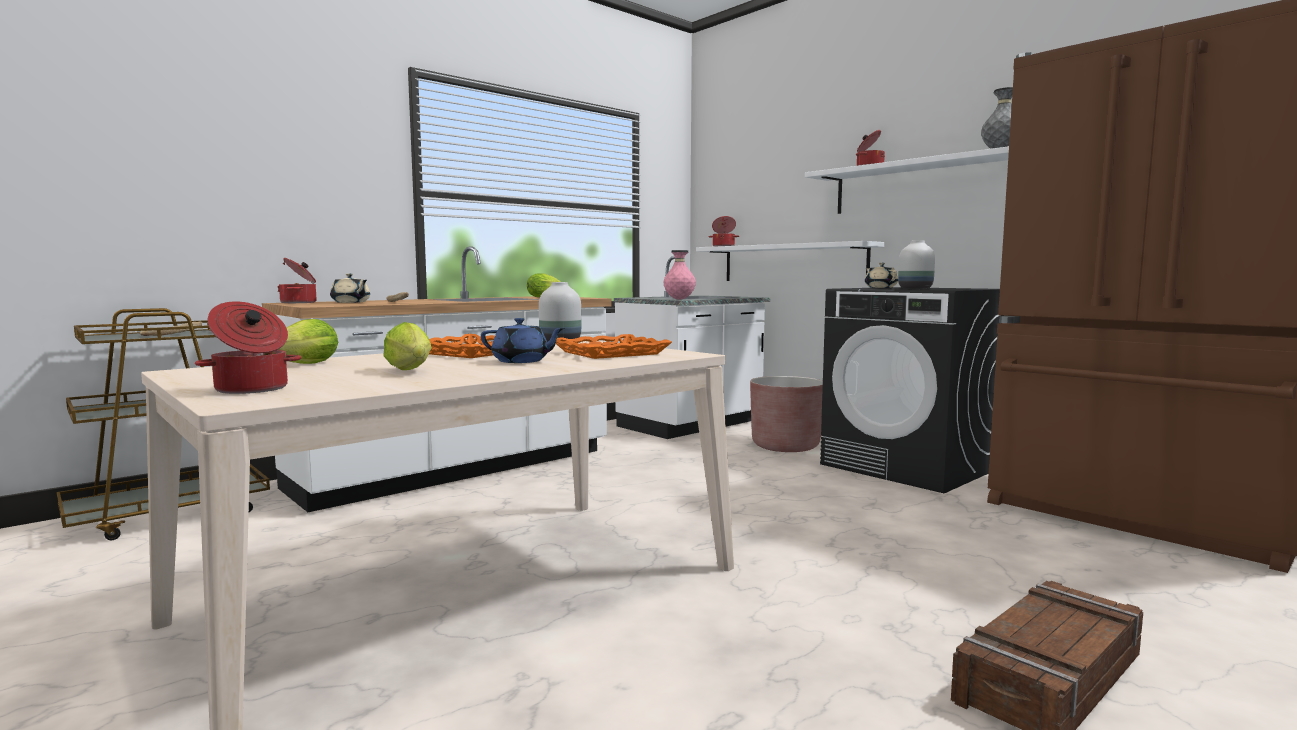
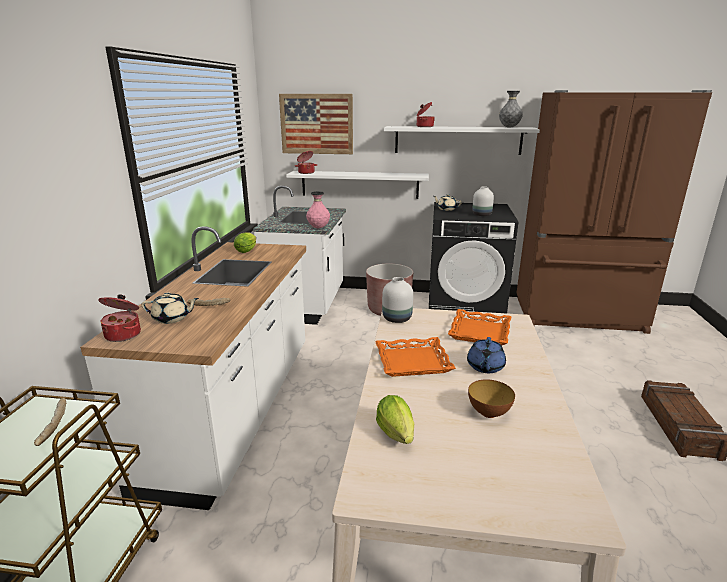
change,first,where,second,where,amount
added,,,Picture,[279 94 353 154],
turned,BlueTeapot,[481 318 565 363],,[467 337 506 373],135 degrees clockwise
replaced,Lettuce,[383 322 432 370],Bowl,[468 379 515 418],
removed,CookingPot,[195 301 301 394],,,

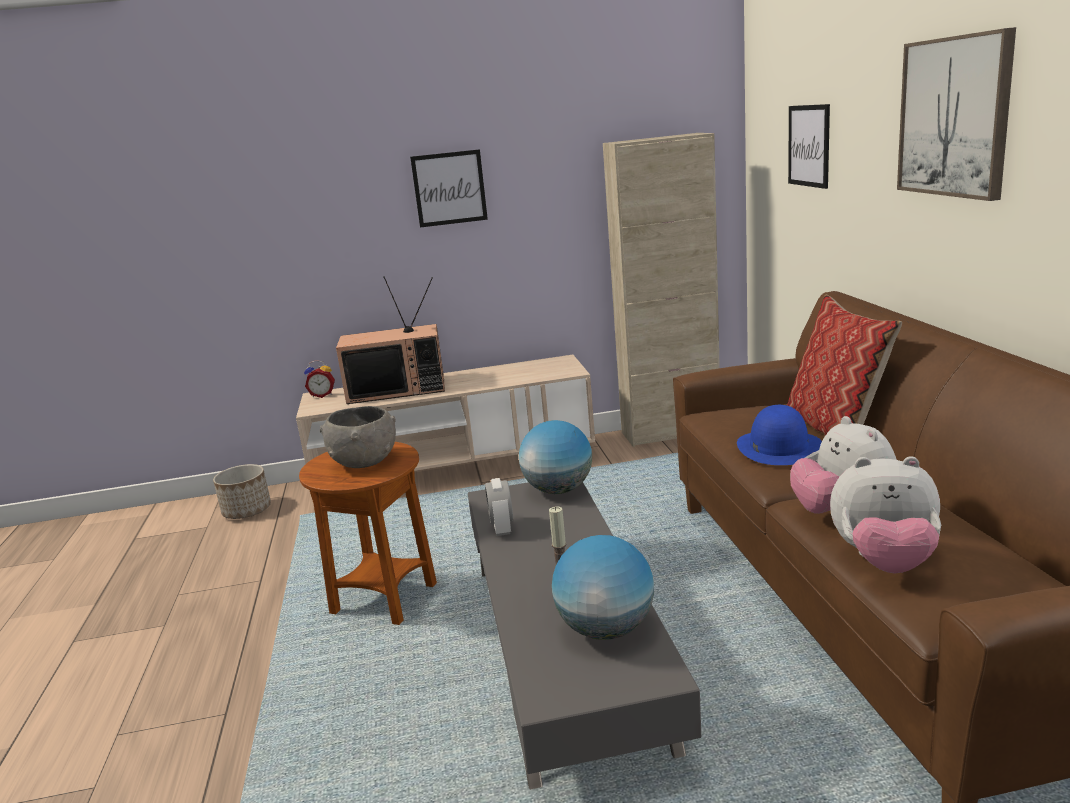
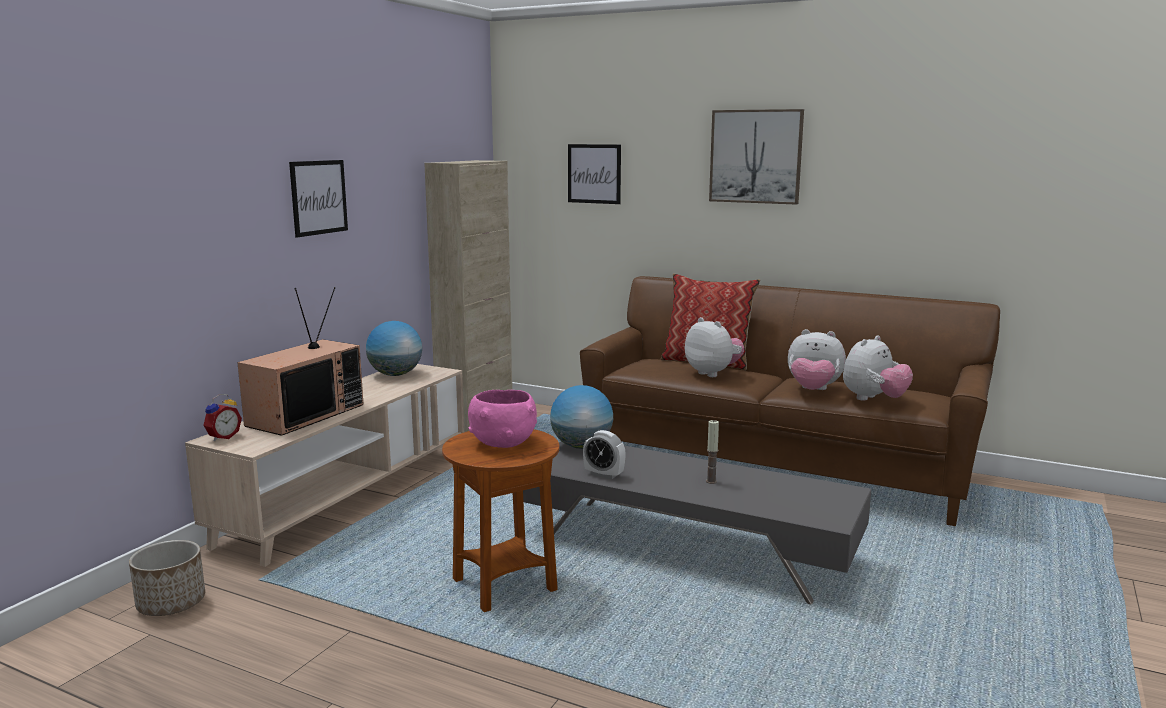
change,first,where,second,where,amount
moved,Globe,[552 535 654 640],,[366 321 422 376],
recoloured,GreyBowl,[320 406 396 468],PinkBowl,[468 390 537 448],
replaced,BlueHat,[737 405 822 465],PlushToy,[685 317 744 377],

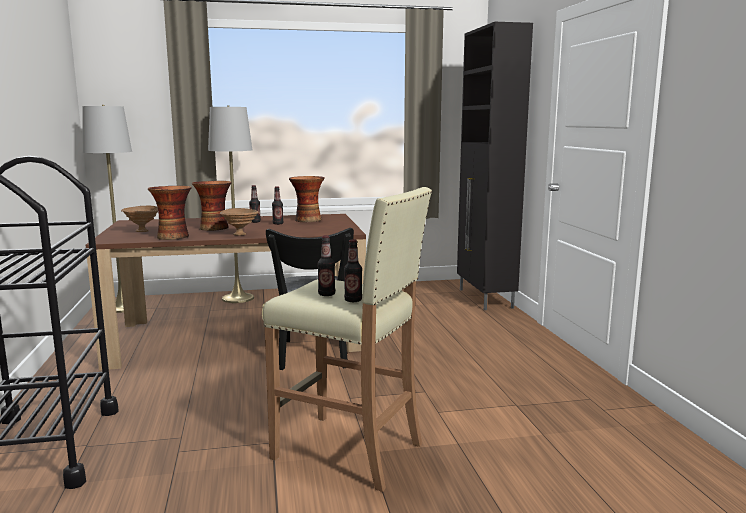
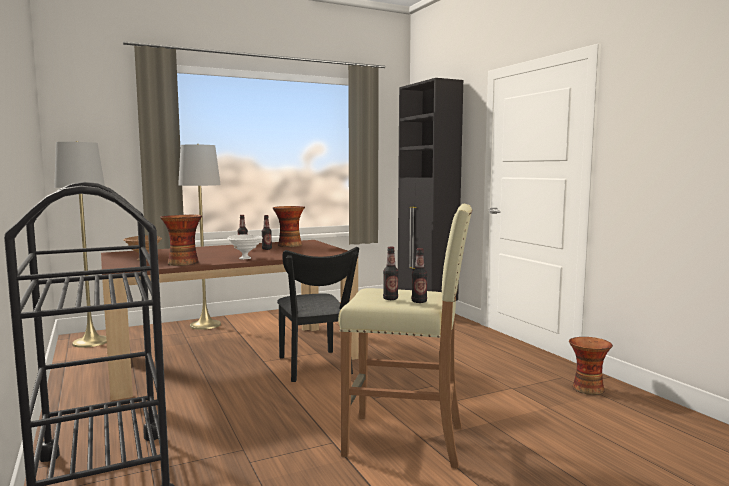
change,first,where,second,where,amount
recoloured,BrownBowl,[220 208 259 235],WhiteBowl,[227 235 263 259],
moved,Vase,[192 181 232 231],,[569 337 613 395],

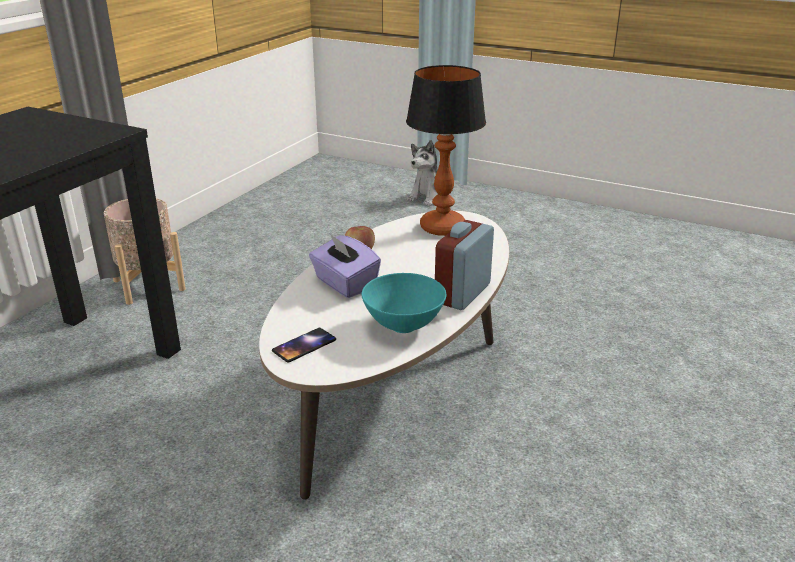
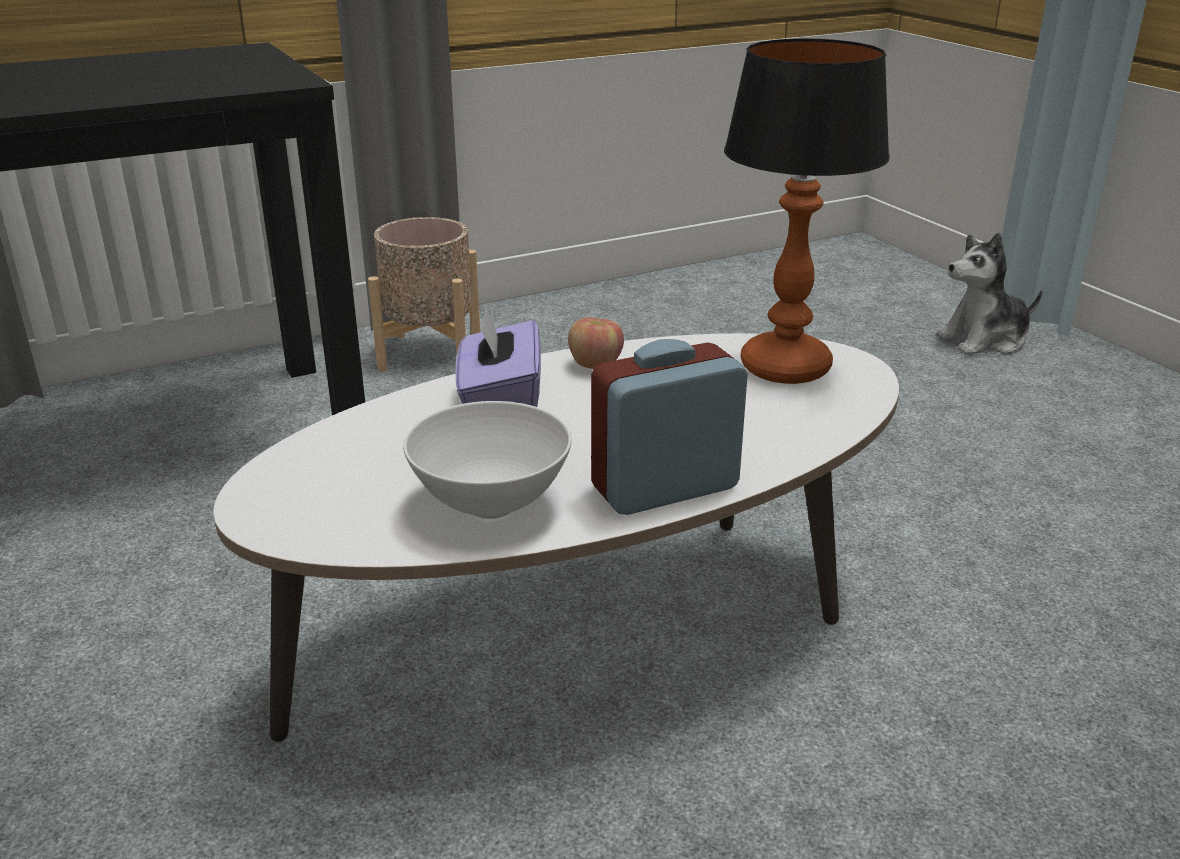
change,first,where,second,where,amount
recoloured,TurquoiseBowl,[362 273 446 333],WhiteBowl,[403 401 572 519],
removed,Phone,[272 328 336 363],,,

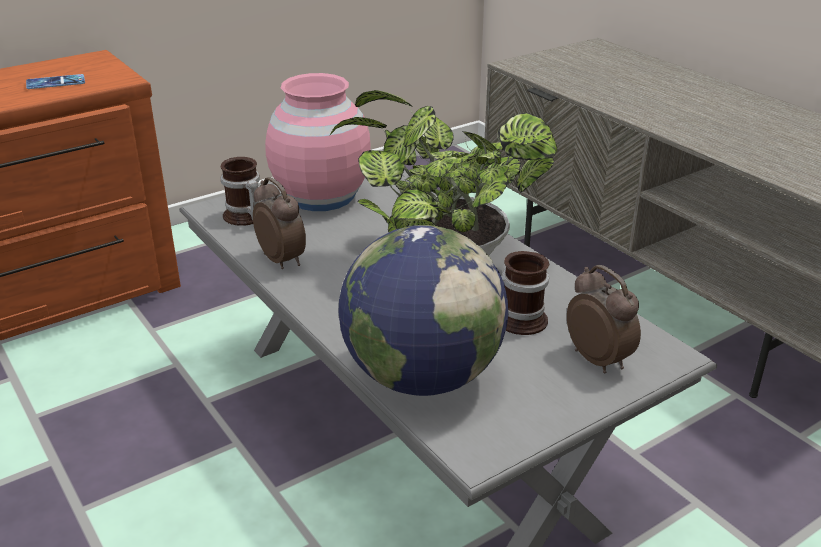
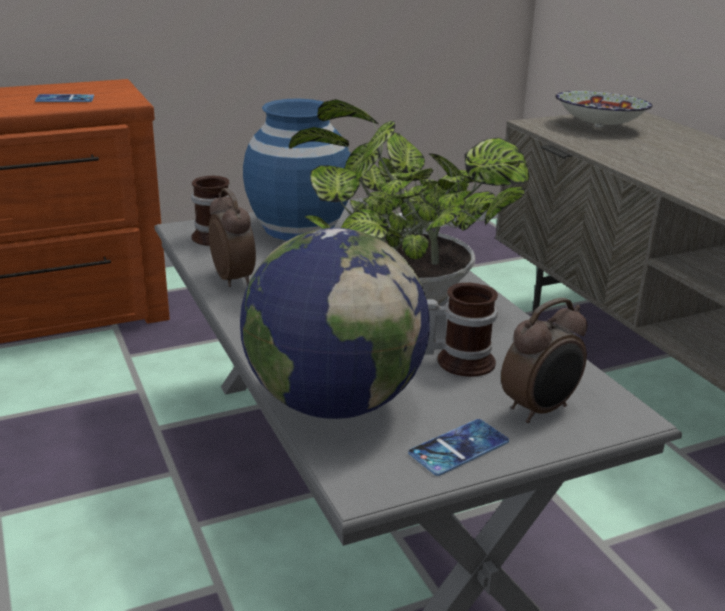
change,first,where,second,where,amount
recoloured,PinkVase,[265 73 371 211],BlueVase,[243 98 350 241],
added,,,Phone,[408 419 509 476],
turned,AlarmClock,[567 265 641 373],,[501 298 587 423],75 degrees clockwise
added,,,Bowl,[556 91 652 128],

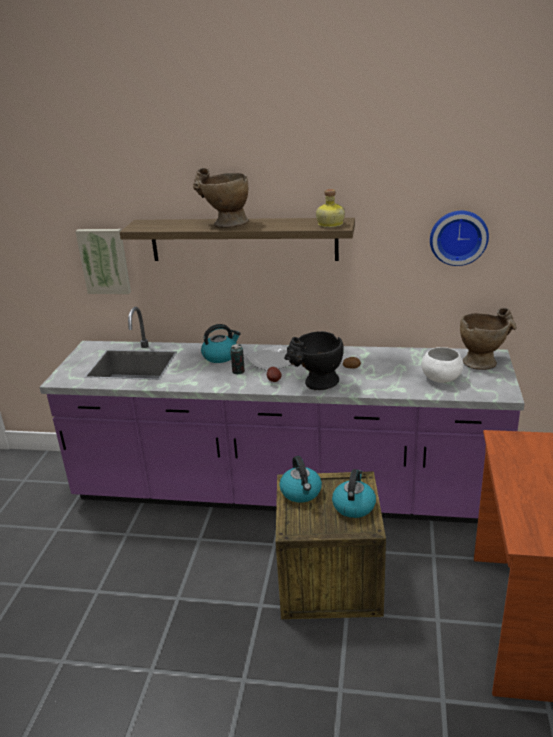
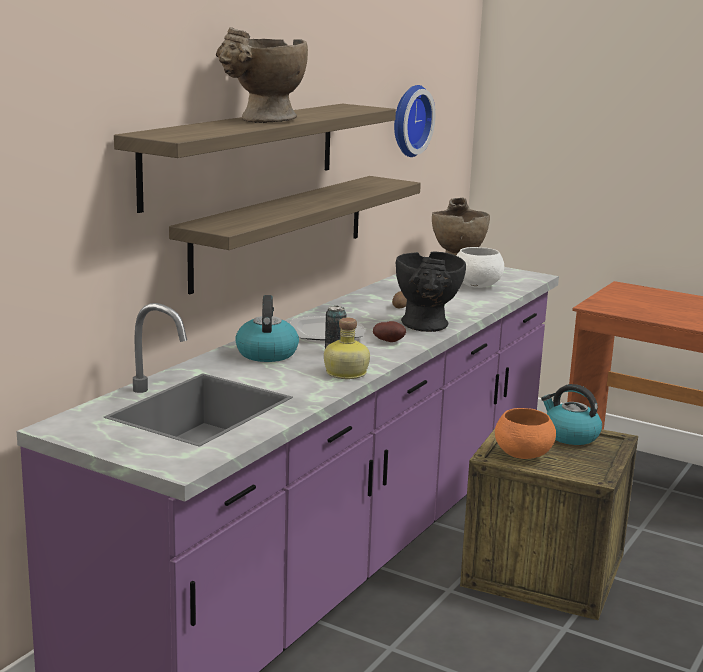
change,first,where,second,where,amount
added,,,Shelf,[169 176 421 294],
moved,Bottle,[316 189 345 228],,[324 318 370 379],
replaced,Kettle,[279 456 322 503],OrangeBowl,[495 408 556 459],
removed,Picture,[75 229 131 294],,,

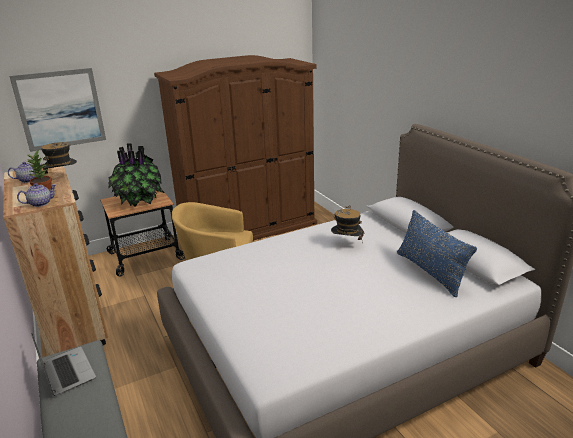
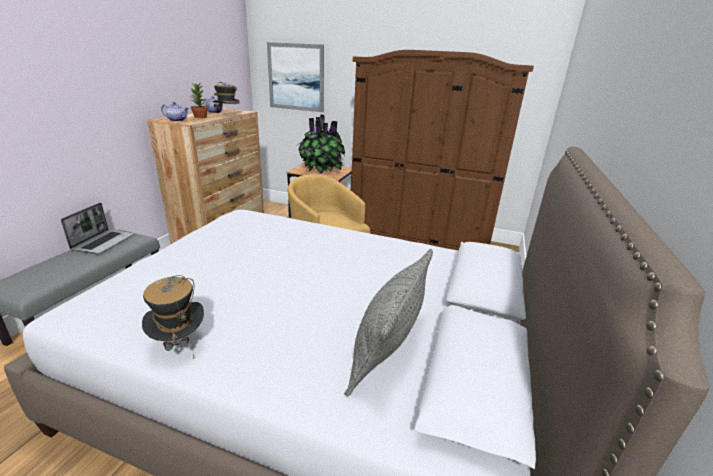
change,first,where,second,where,amount
moved,Hat,[331 206 364 244],,[142 275 204 359],
recoloured,BluePillow,[397 210 477 297],GreyPillow,[344 249 433 397],

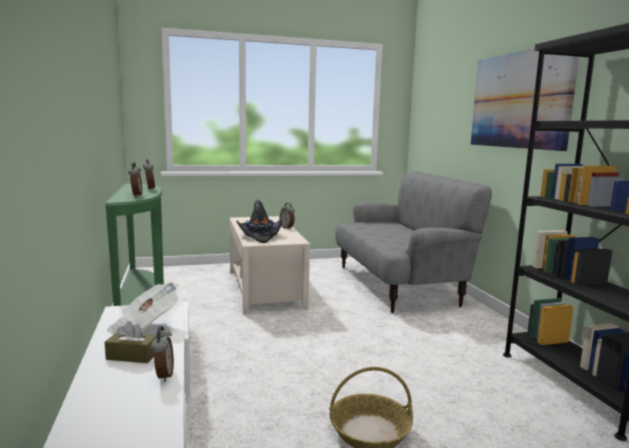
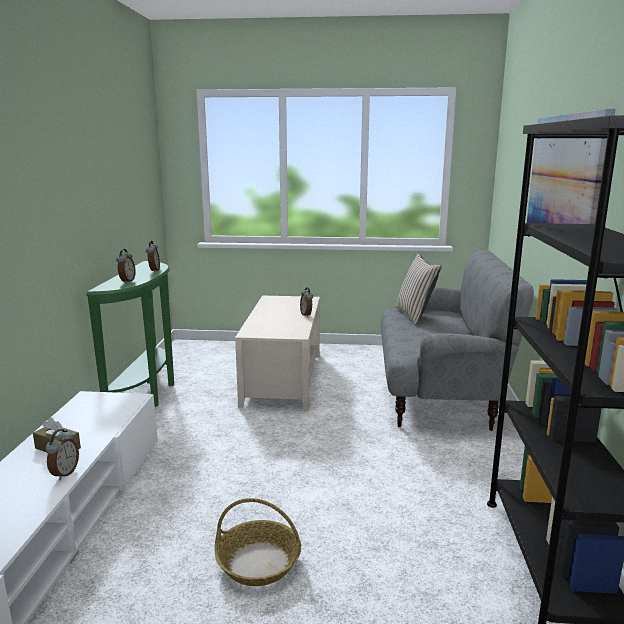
change,first,where,second,where,amount
added,,,BeigePillow,[395 254 442 326],
removed,Newspaper,[107 282 178 334],,,
removed,BlackHat,[236 200 282 243],,,

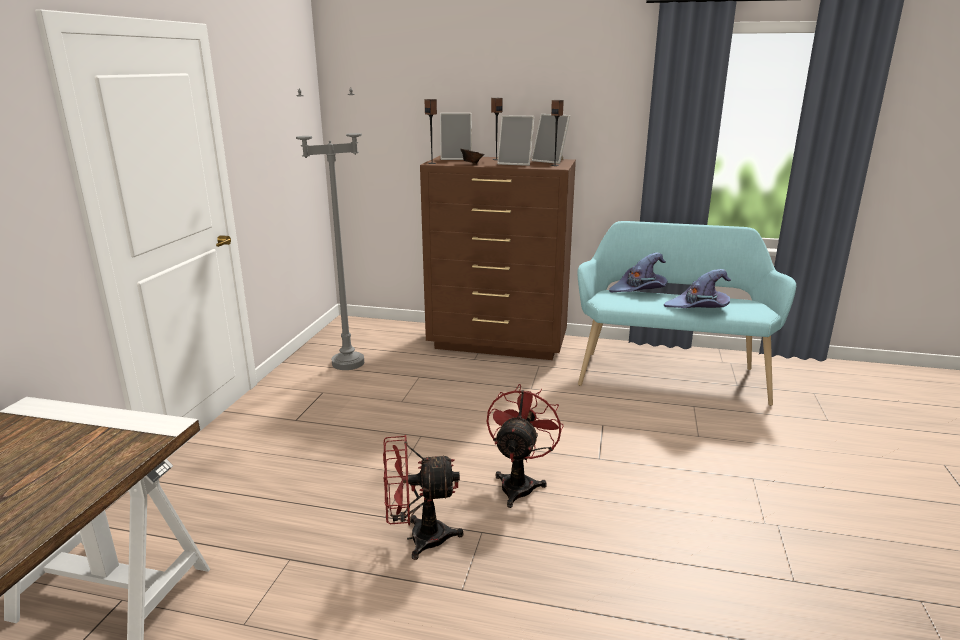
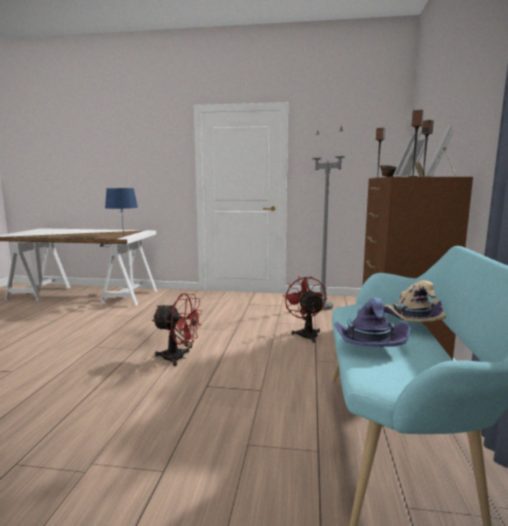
change,first,where,second,where,amount
added,,,BlueTableLamp,[105 188 138 236],
moved,RedFan,[383 435 464 560],,[283 276 326 343],
recoloured,PurpleHat,[609 253 667 292],BeigeHat,[384 281 446 322],

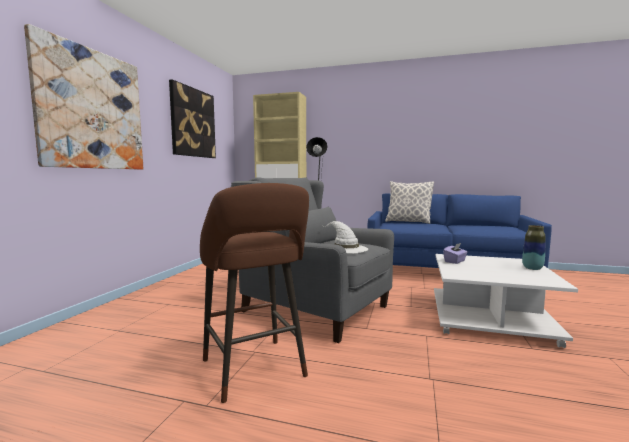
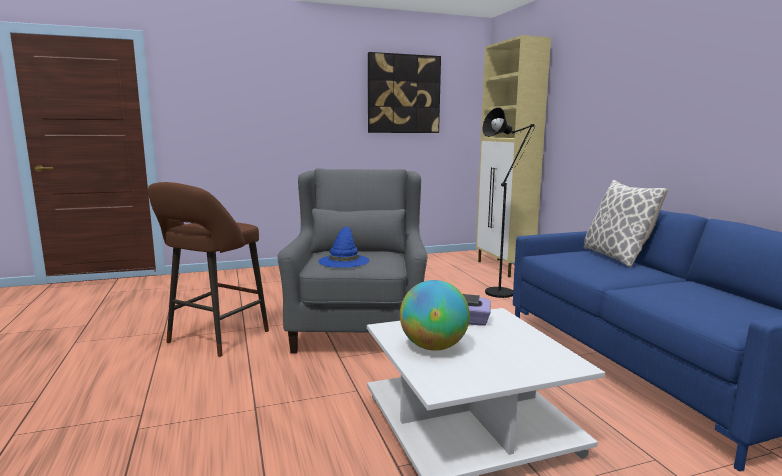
change,first,where,second,where,amount
recoloured,WhiteHat,[323 221 368 253],BlueHat,[318 227 370 268],
added,,,Globe,[400 280 470 351],
removed,Picture,[24 24 143 170],,,
removed,Vase,[522 225 546 270],,,

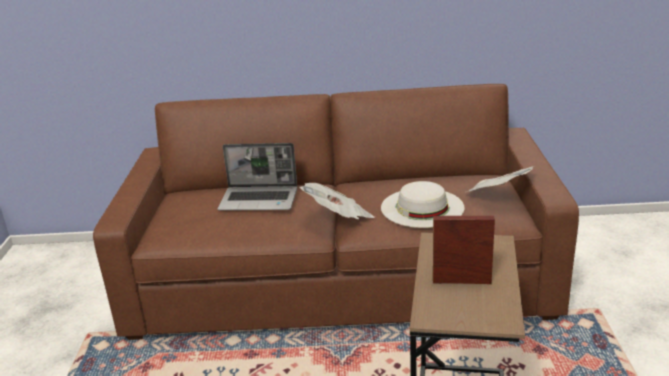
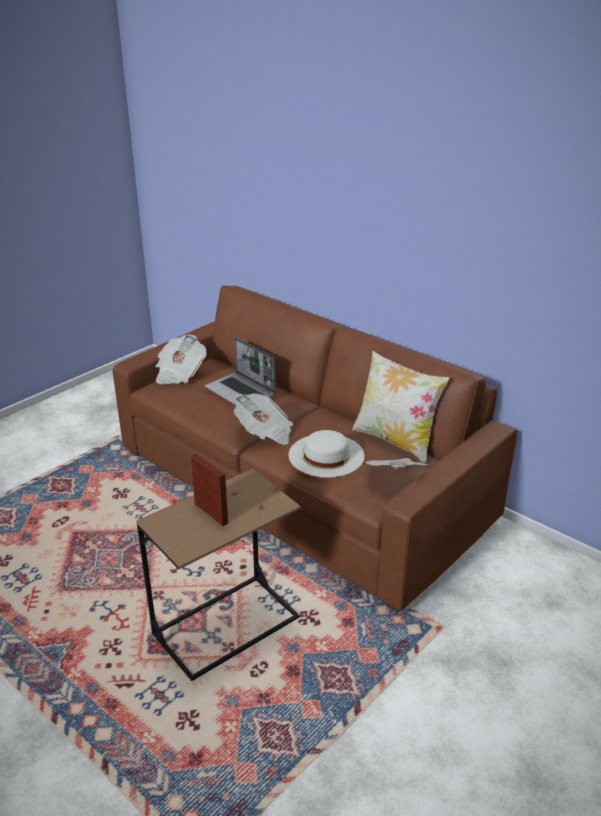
change,first,where,second,where,amount
added,,,Newspaper,[156 334 207 384],
added,,,Pillow,[352 351 450 463],

